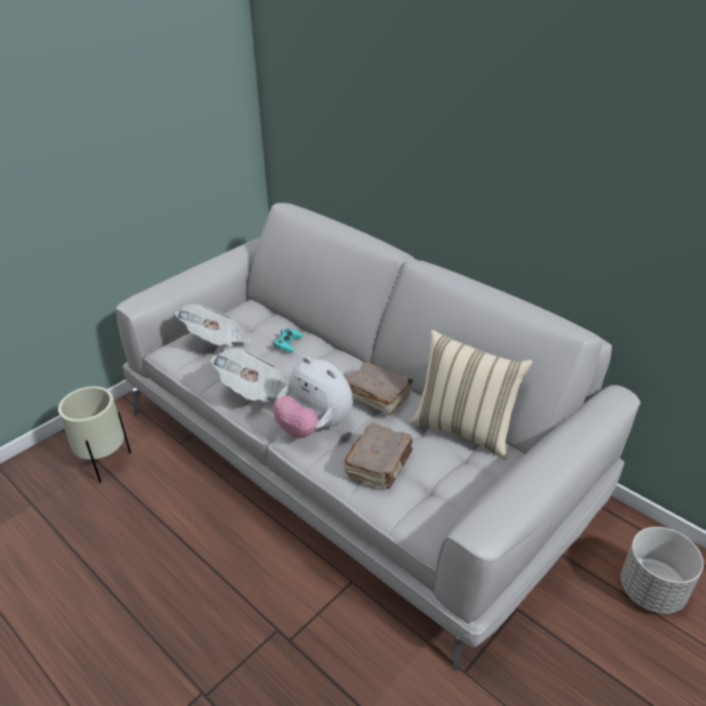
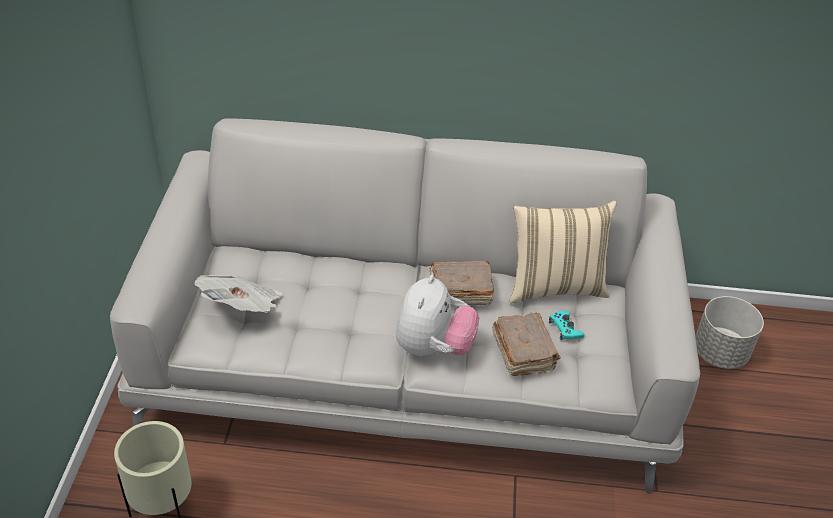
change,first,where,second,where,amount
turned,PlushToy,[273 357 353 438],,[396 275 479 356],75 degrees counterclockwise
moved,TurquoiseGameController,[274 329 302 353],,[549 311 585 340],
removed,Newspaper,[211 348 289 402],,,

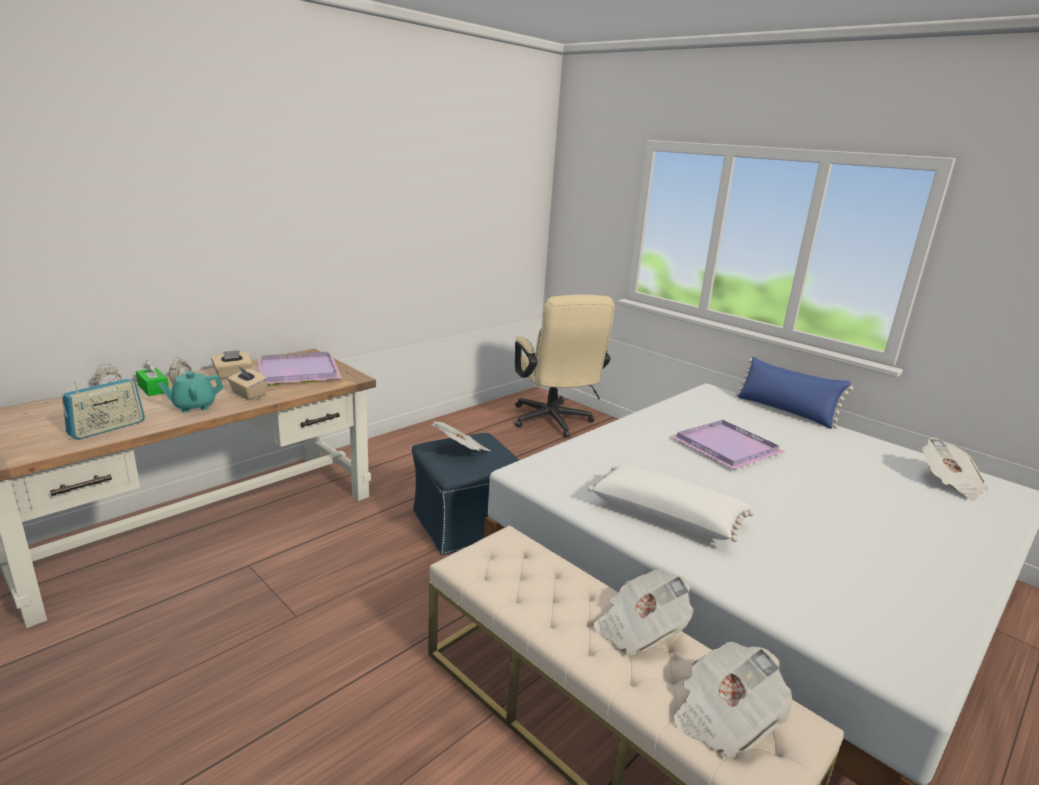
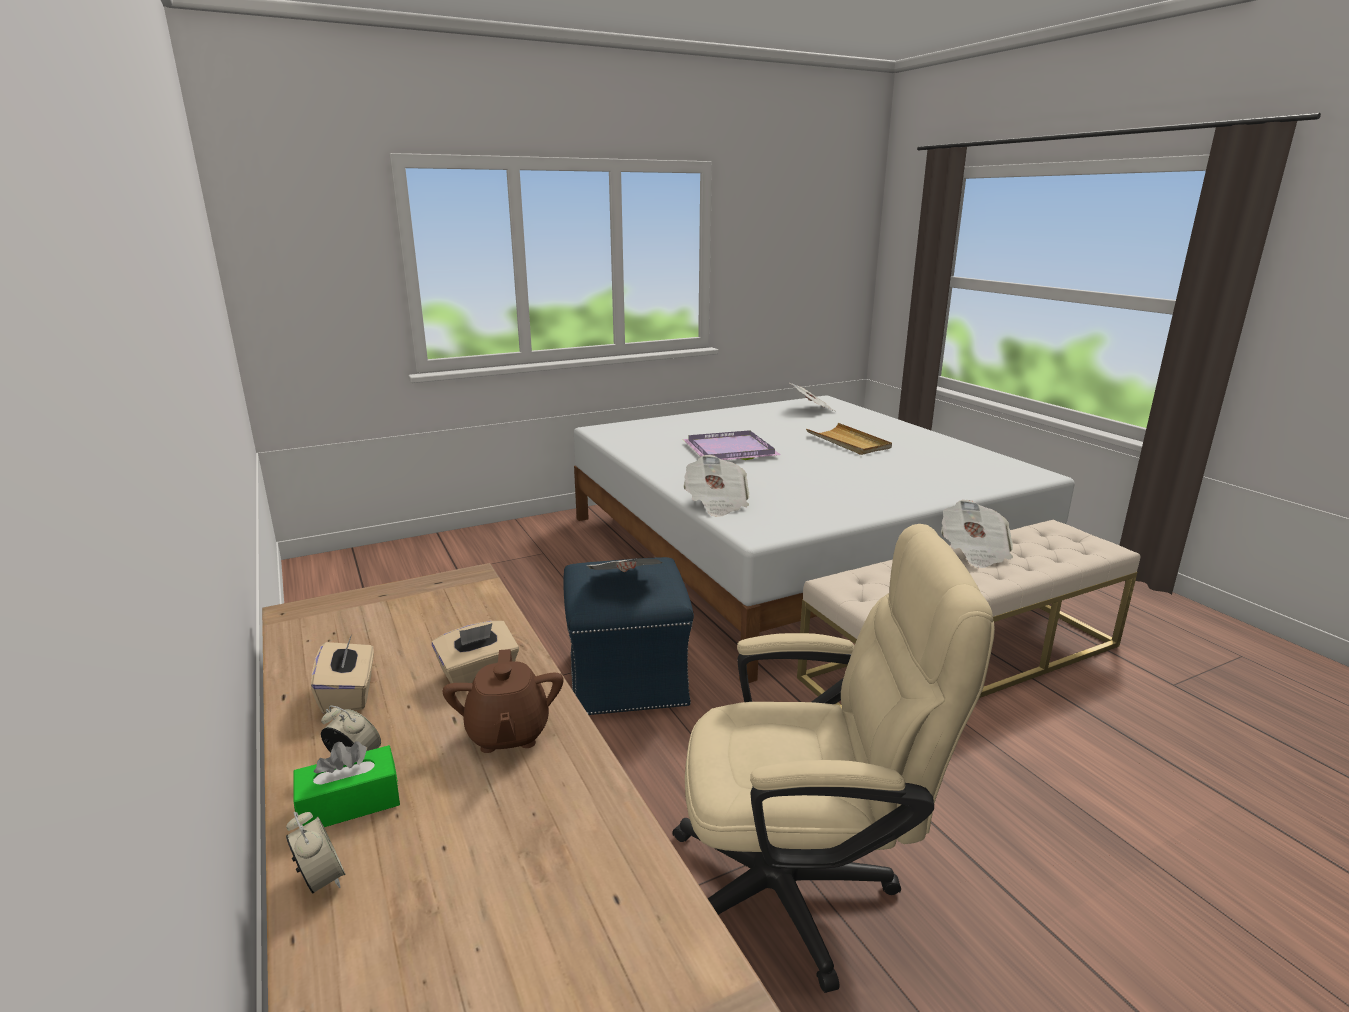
change,first,where,second,where,amount
recoloured,TurquoiseTeapot,[158 371 223 413],BrownTeapot,[442 649 564 753],
moved,BeigeOfficeChair,[515 295 614 437],,[672 524 995 993],
moved,Newspaper,[673 642 792 759],,[683 455 749 517],
added,,,BeigeTray,[806 423 892 455],
removed,Radio,[62 378 145 440],,,
removed,PurpleTray,[258 352 342 386],,,
removed,WhitePillow,[588 465 754 542],,,
removed,BluePillow,[735 357 853 429],,,

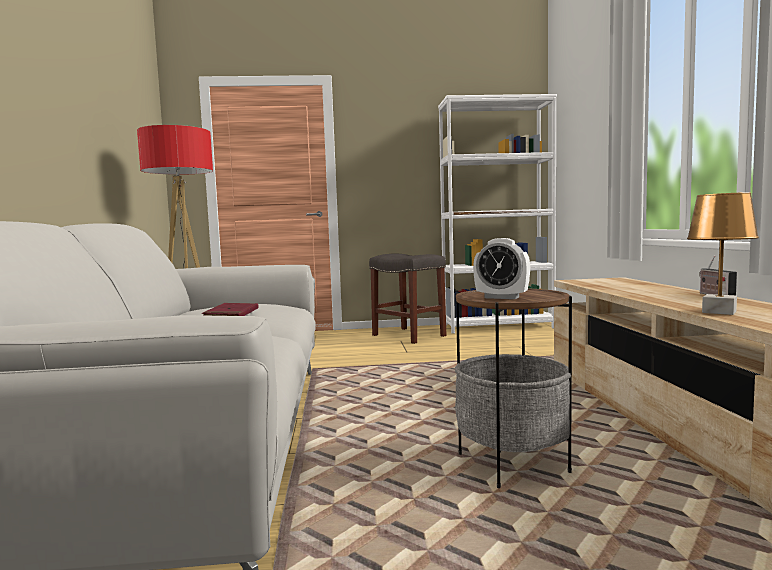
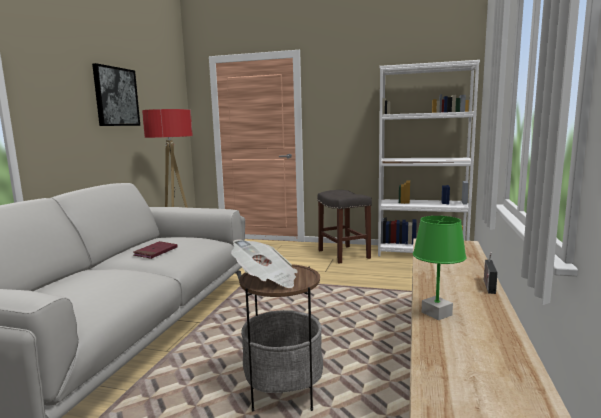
change,first,where,second,where,amount
added,,,Picture,[92 63 140 126],
replaced,AlarmClock,[473 238 530 299],Newspaper,[231 239 298 288],
recoloured,BrownTableLamp,[687 192 759 315],GreenTableLamp,[413 216 467 320],

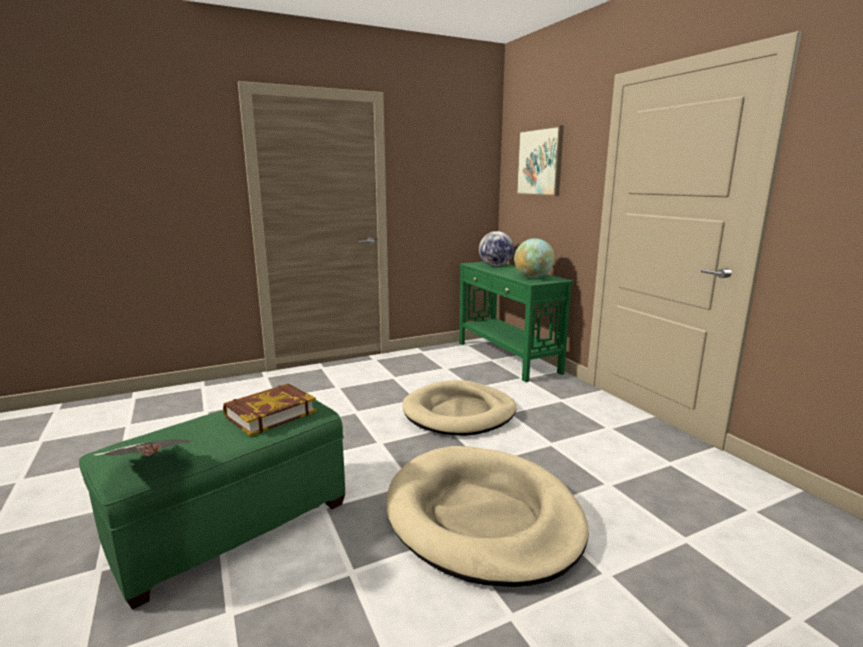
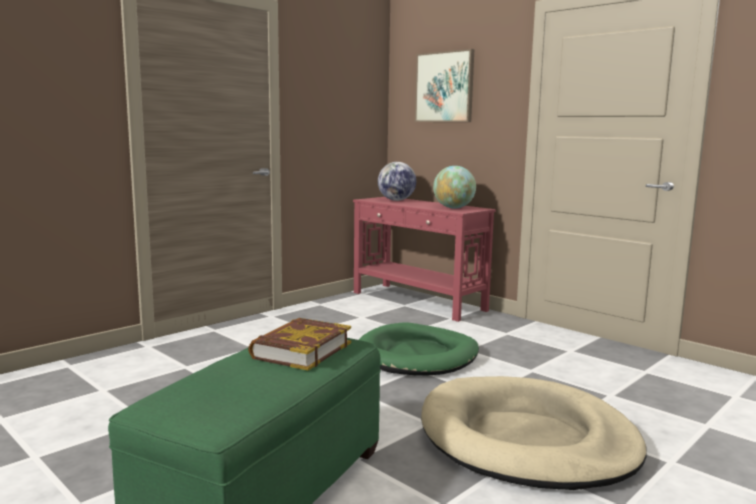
change,first,where,second,where,amount
recoloured,GreenConsoleTable,[459 262 573 382],RedConsoleTable,[353 197 496 322],
recoloured,BeigeDogBed,[402 380 517 436],GreenDogBed,[359 323 479 376],
removed,Newspaper,[95 439 193 456],,,

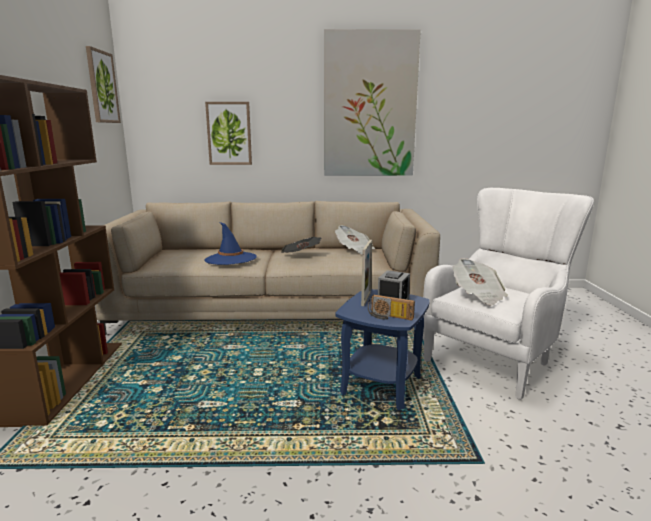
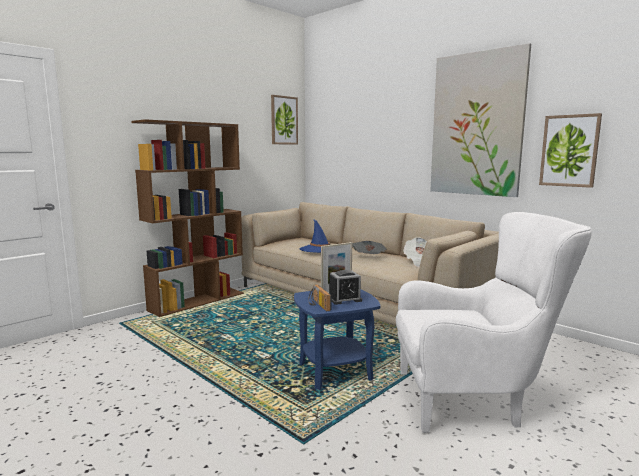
change,first,where,second,where,amount
moved,Picture,[205 102 252 165],,[539 113 602 188],
removed,Newspaper,[452 258 508 306],,,

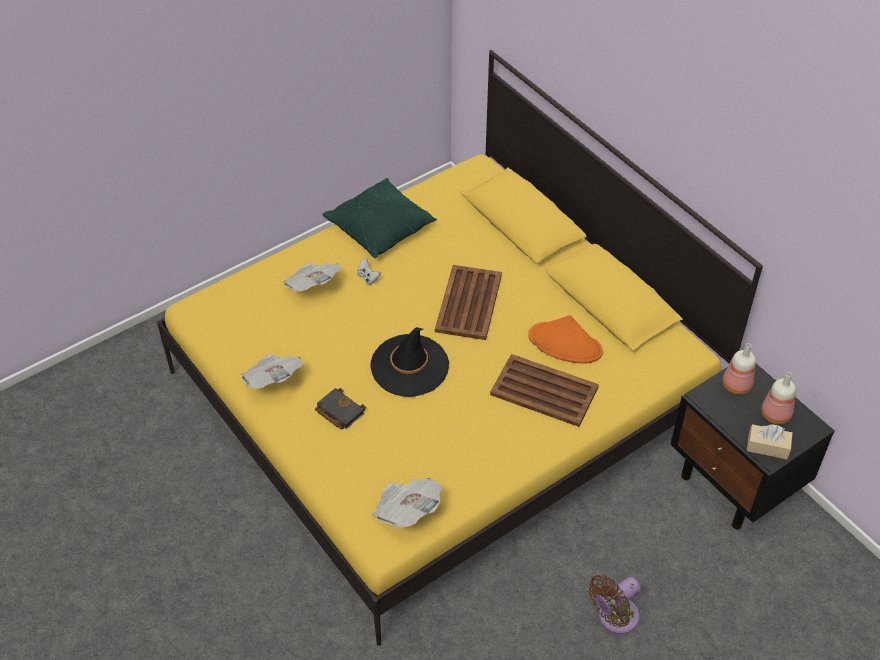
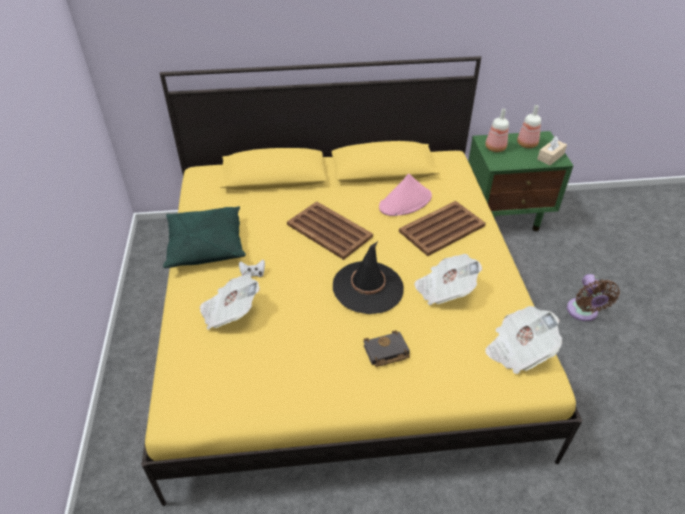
change,first,where,second,where,amount
recoloured,OrangeHat,[528 315 603 364],PinkHat,[379 174 432 216],
moved,Newspaper,[240 354 303 389],,[414 254 482 305],
recoloured,BlackNightstand,[670 364 835 529],GreenNightstand,[468 131 573 231],

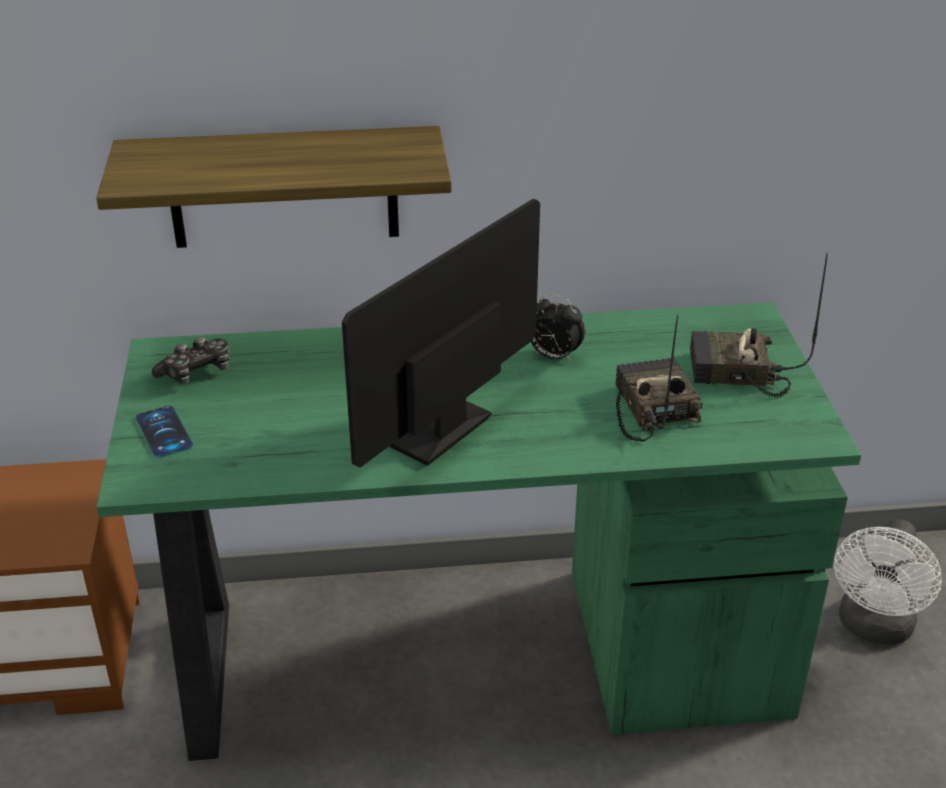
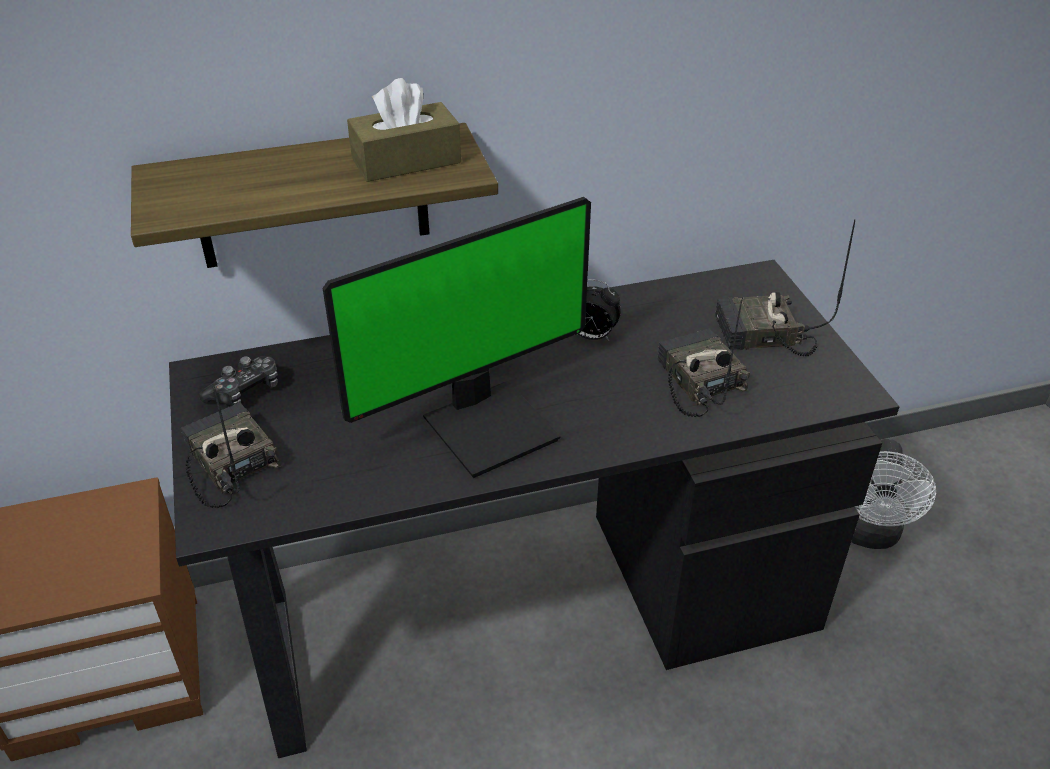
change,first,where,second,where,amount
recoloured,GreenDesk,[97 302 861 761],BlackDesk,[169 260 900 758],
replaced,Phone,[135 406 193 458],Radio,[181 384 281 508],
turned,Monitor,[342 199 540 468],,[322 197 591 478],150 degrees counterclockwise
added,,,BrownTissueBox,[347 78 461 182],

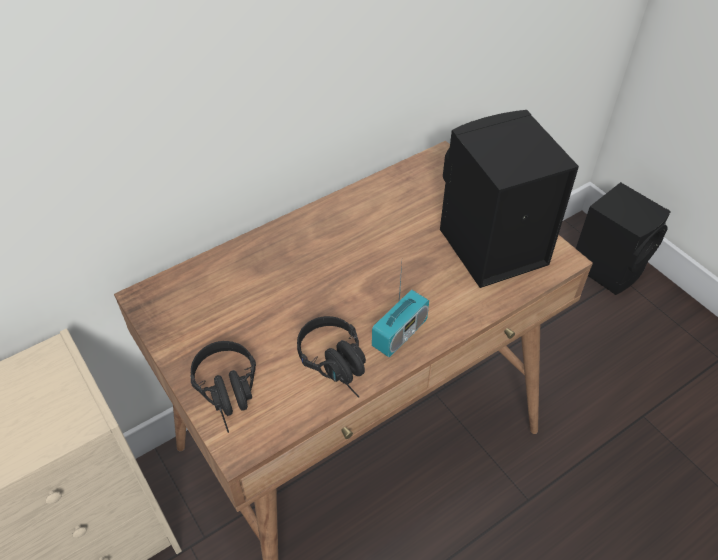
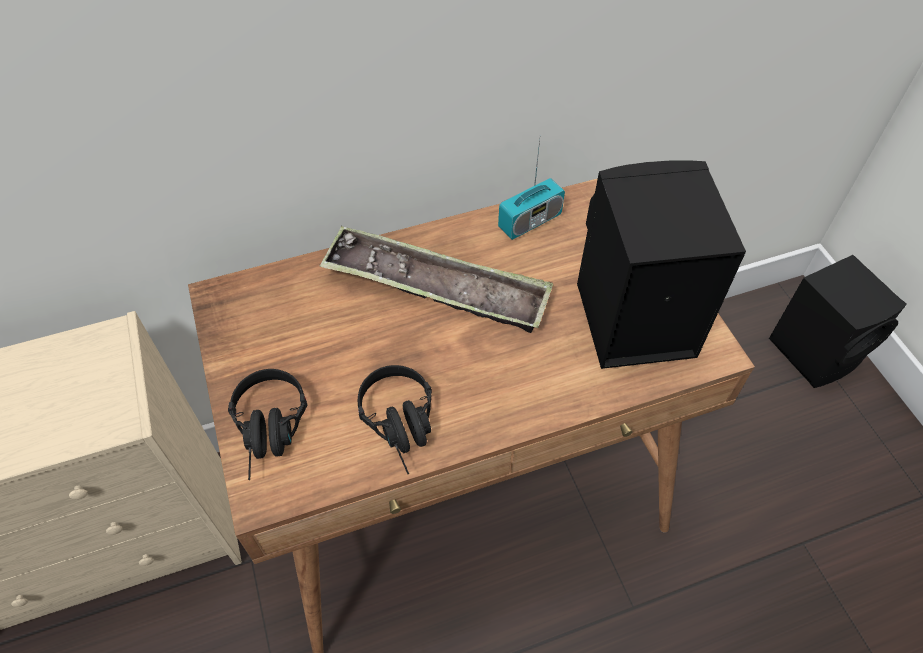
change,first,where,second,where,amount
added,,,Tray,[319 226 553 333],
moved,Radio,[372 264 429 357],,[498 140 565 240],

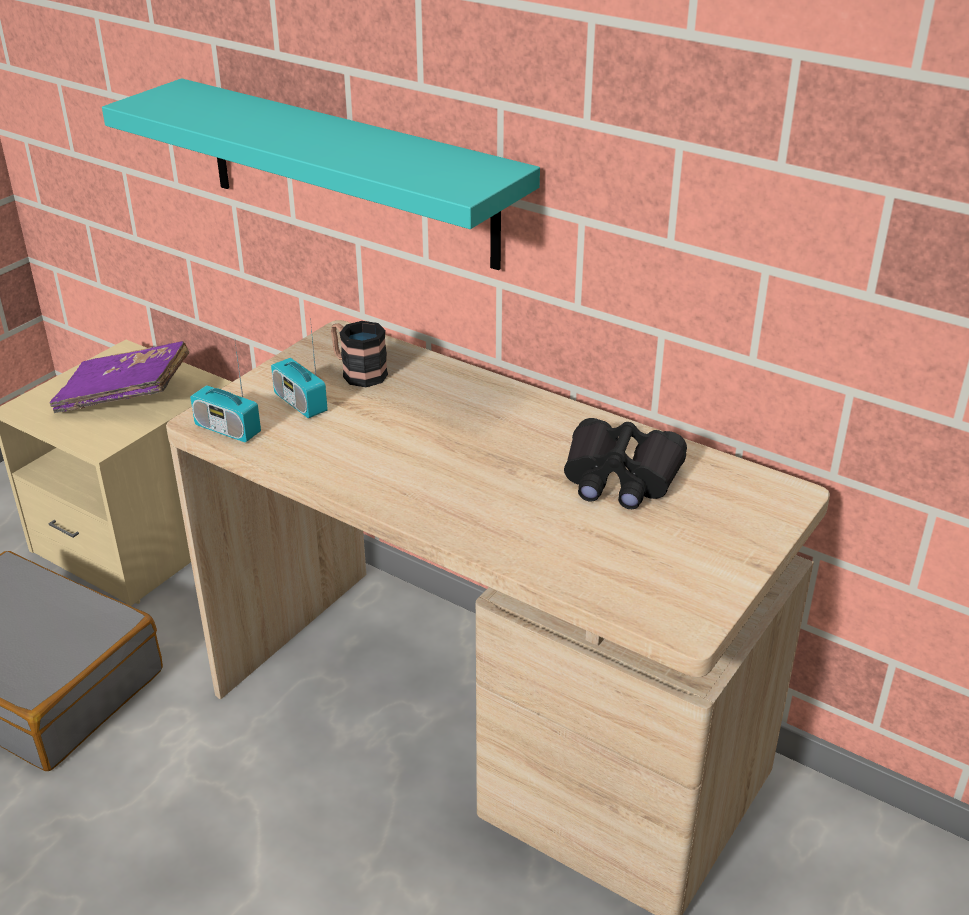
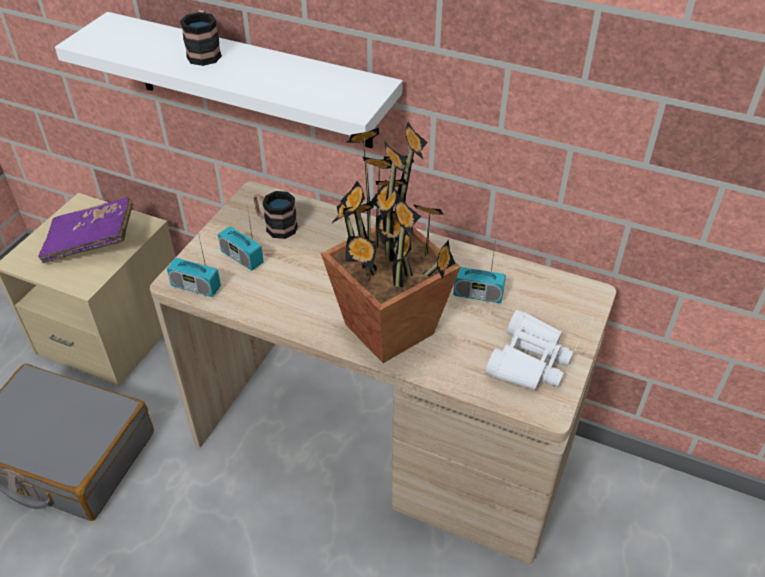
change,first,where,second,where,amount
recoloured,TurquoiseShelf,[102 78 540 270],WhiteShelf,[55 12 403 148],
added,,,Mug,[180 10 222 66],
added,,,PottedPlant,[321 122 461 363],
replaced,BlackBinoculars,[564 418 687 509],Radio,[453 239 506 303],
added,,,WhiteBinoculars,[485 310 573 391],

